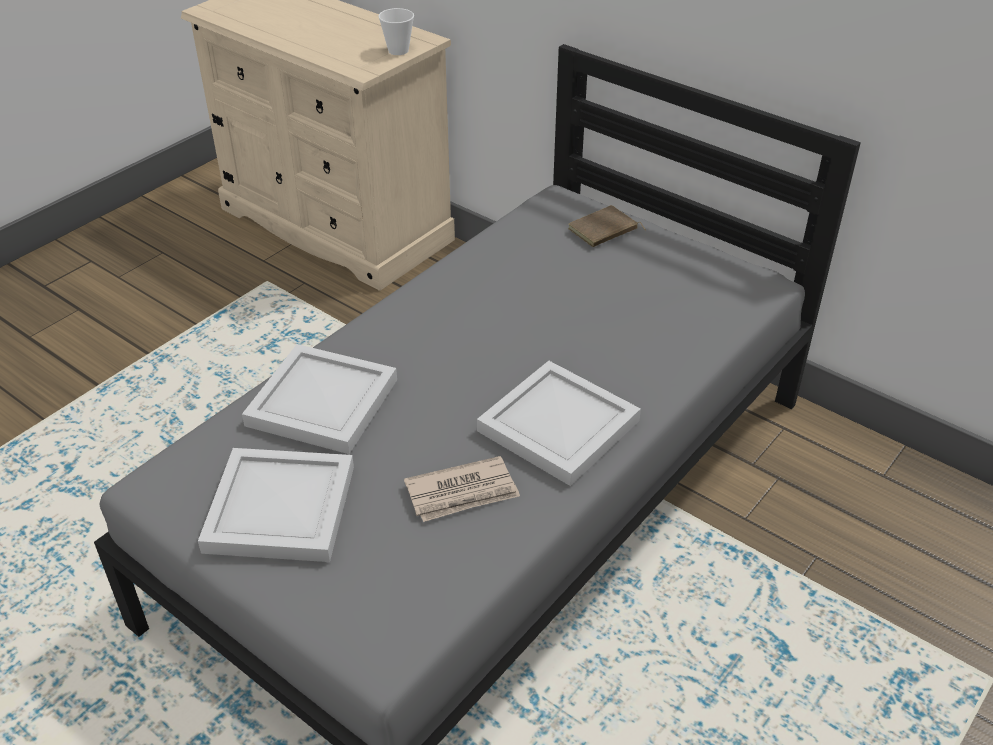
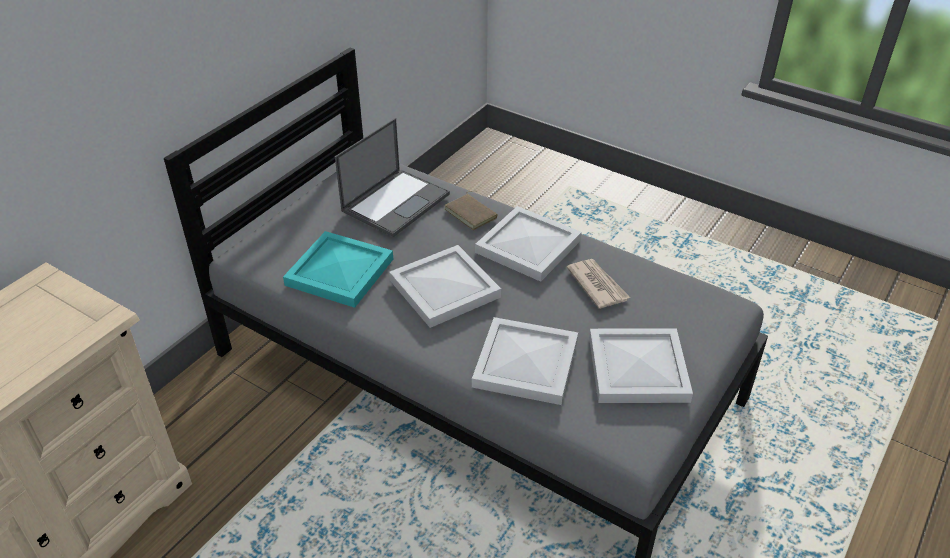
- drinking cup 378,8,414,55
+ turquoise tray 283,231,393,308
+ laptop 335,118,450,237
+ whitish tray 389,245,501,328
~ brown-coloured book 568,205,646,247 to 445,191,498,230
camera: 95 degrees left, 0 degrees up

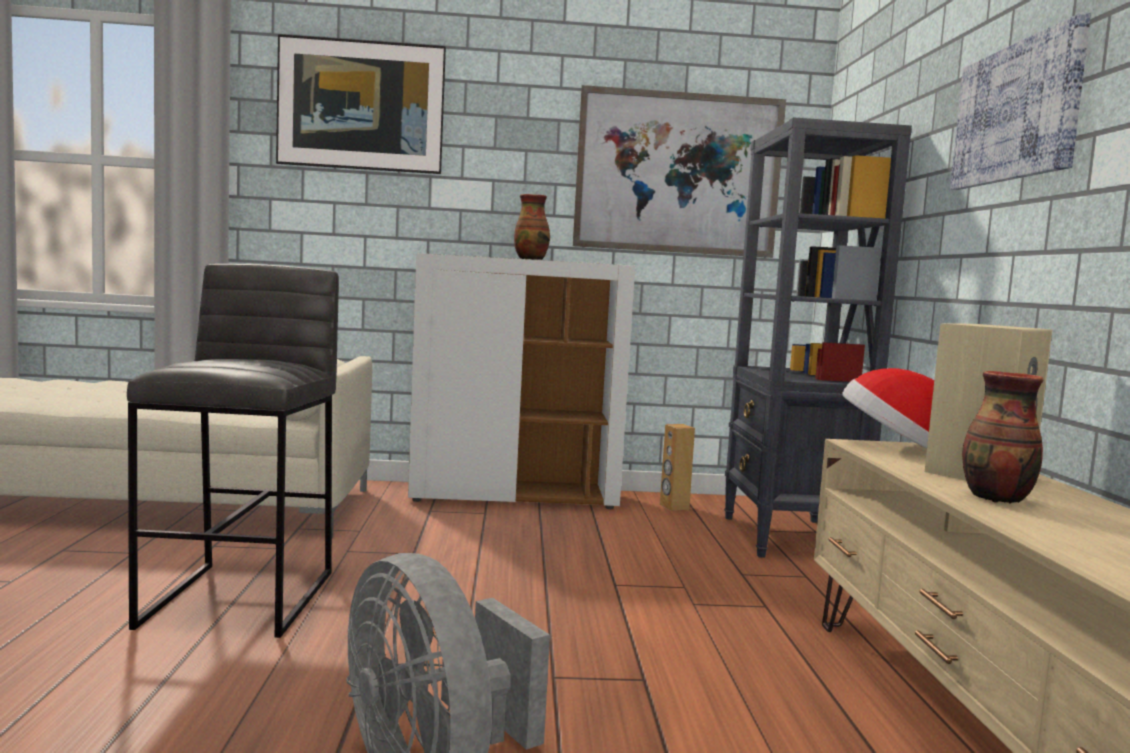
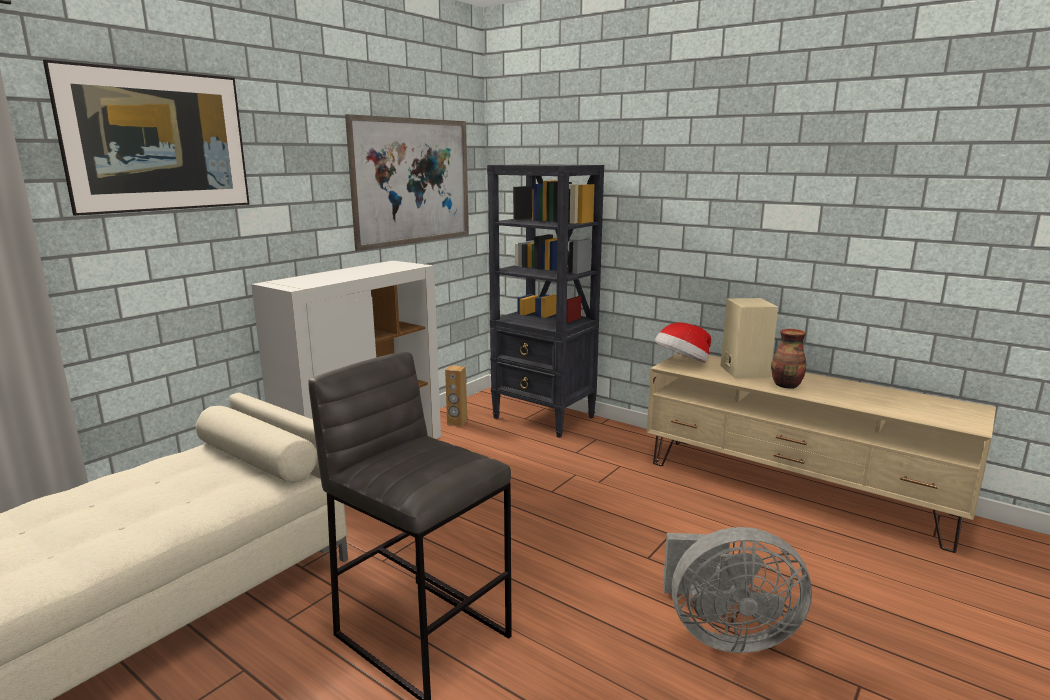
- vase 514,194,550,260
- picture 950,12,1091,190
camera: 50 degrees left, 10 degrees up

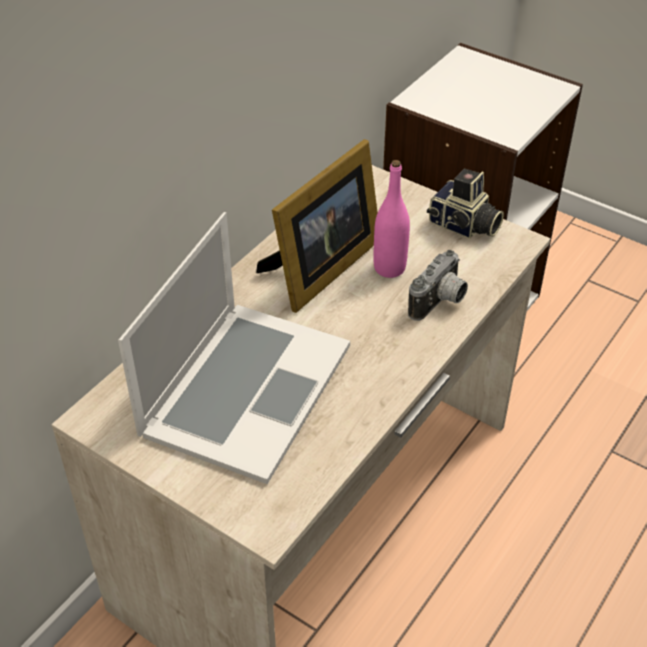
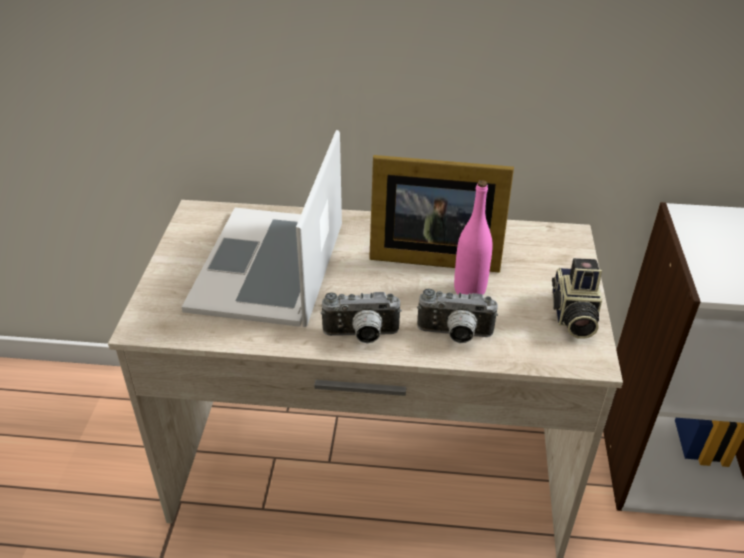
+ still camera 321,292,402,343
~ laptop 118,212,350,484 = 182,130,342,327 105 degrees clockwise
camera: 60 degrees right, 5 degrees down

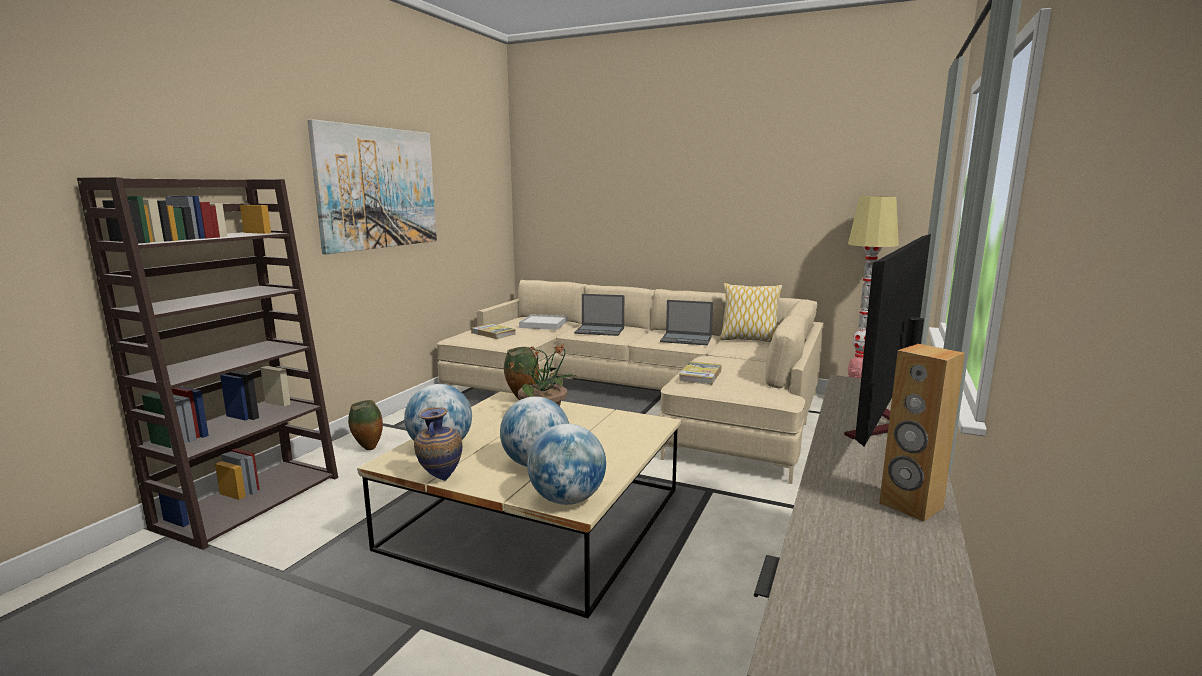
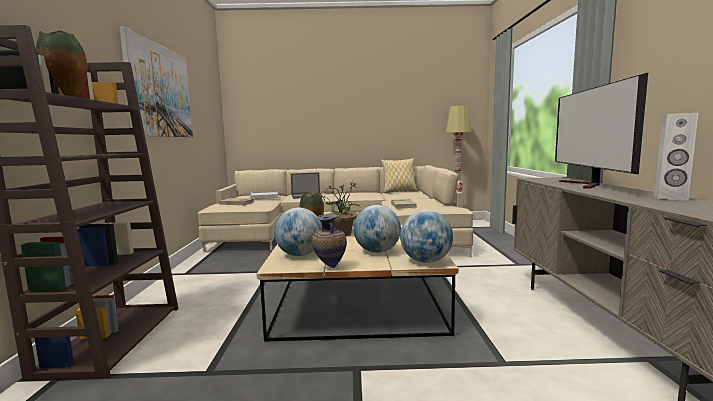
- laptop 660,300,713,345
~ vase 348,400,383,450 to 36,30,87,97
~ brown-coloured loudspeaker 879,344,965,522 to whitish loudspeaker 654,113,698,200
camera: 25 degrees left, 5 degrees down

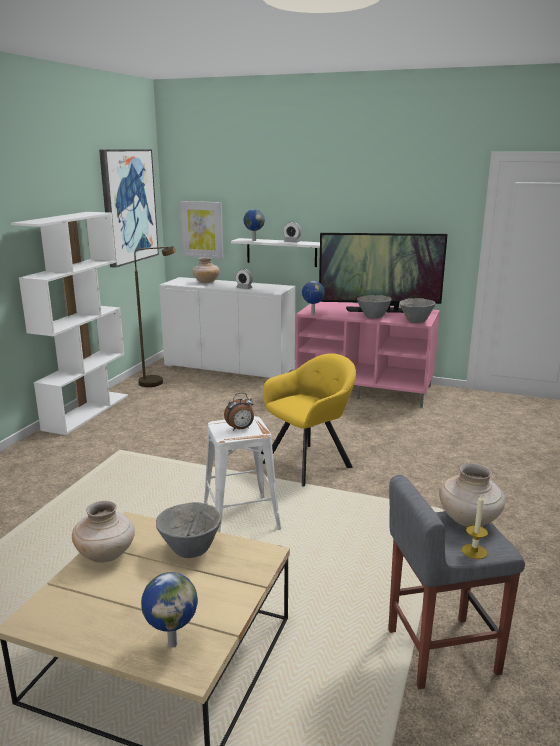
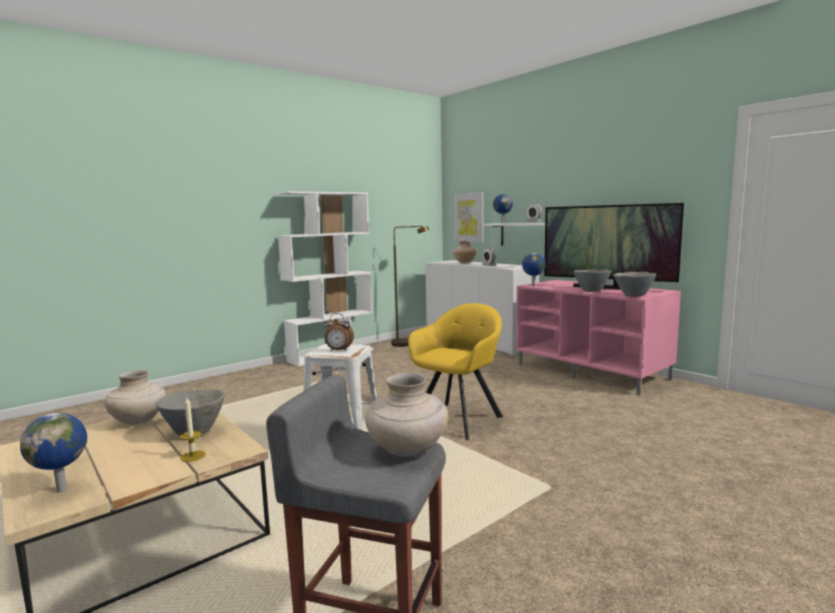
- picture 99,149,159,268
~ wax candle 462,493,488,559 to 180,398,206,462
~ yellow-coloured lounge chair 263,353,356,486 = 408,303,503,440 45 degrees counterclockwise
camera: 30 degrees right, 10 degrees down

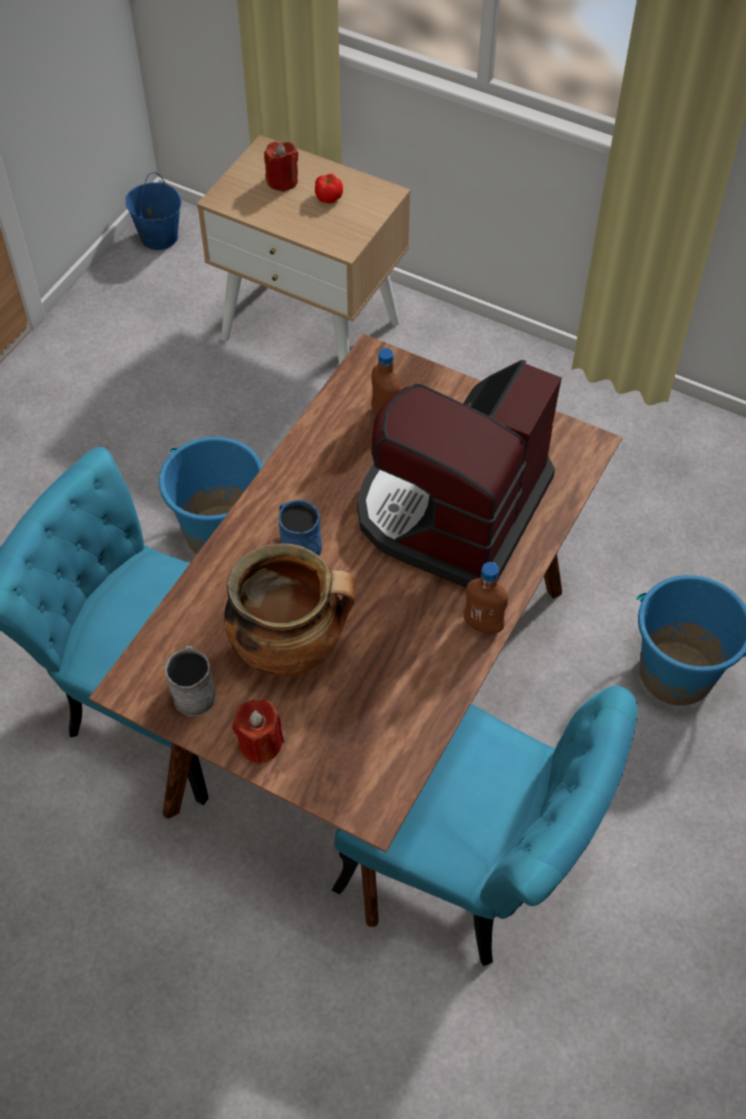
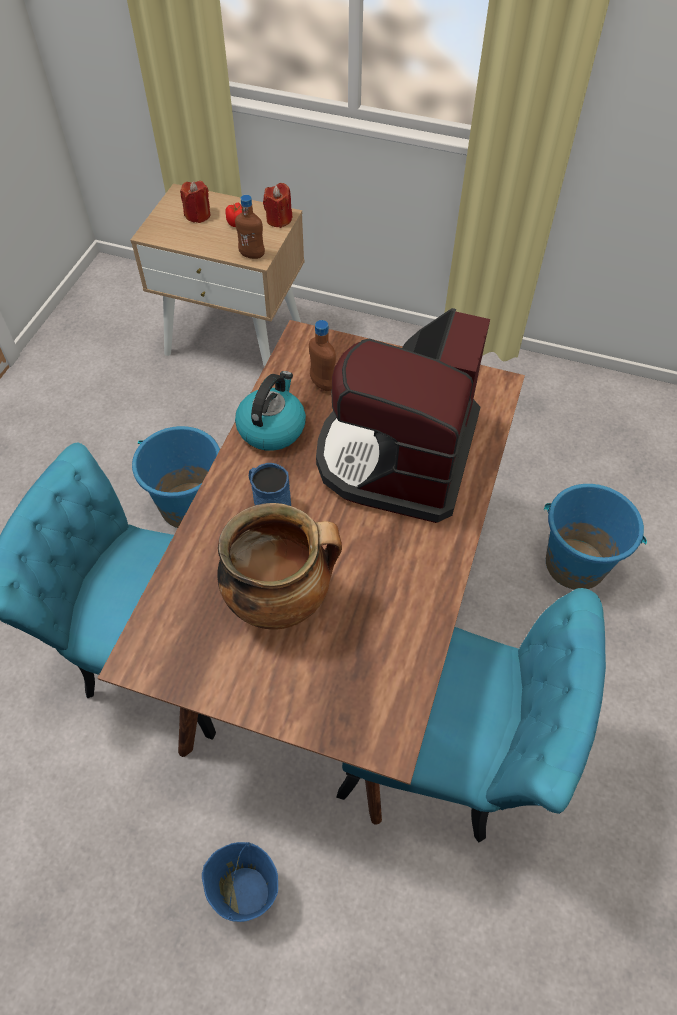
- gray mug 165,645,216,716
+ tea kettle 235,371,306,451
~ blue bucket 126,172,182,250 to 202,842,278,922
~ reddish wax candle 232,699,284,765 to 263,183,292,228
~ brown-coloured beverage bottle 464,562,508,634 to 235,195,265,259
camera: 10 degrees left, 0 degrees up

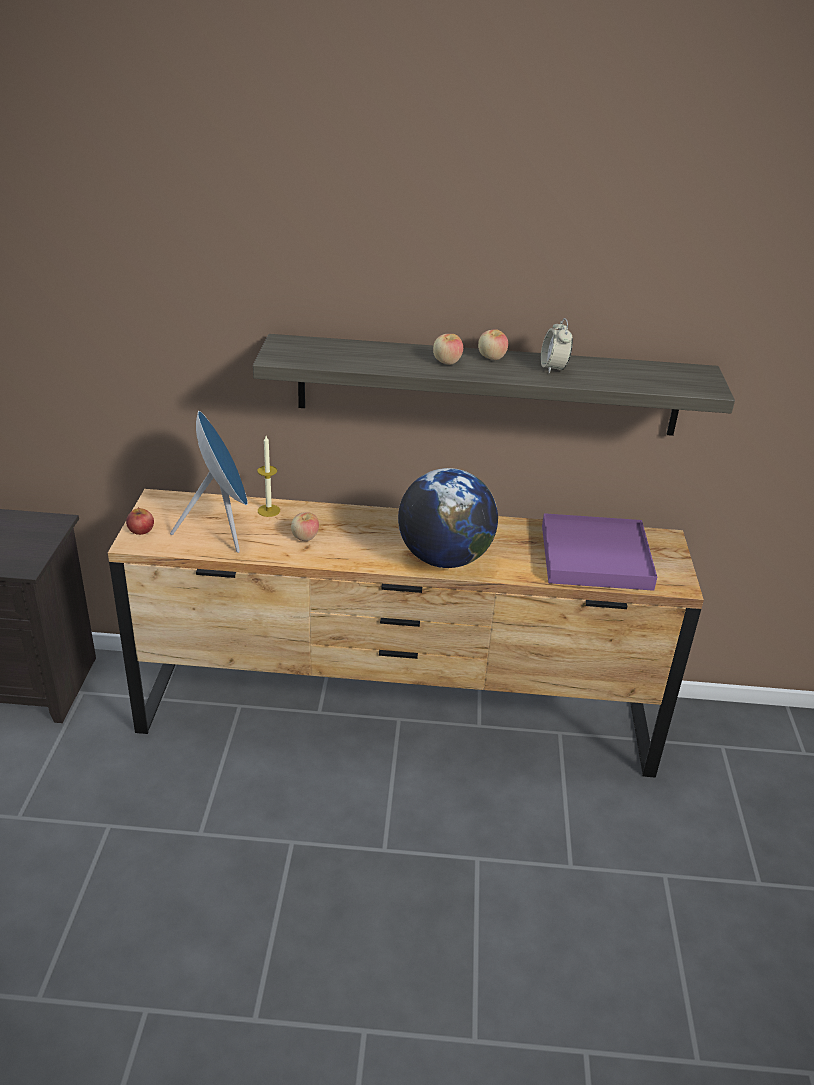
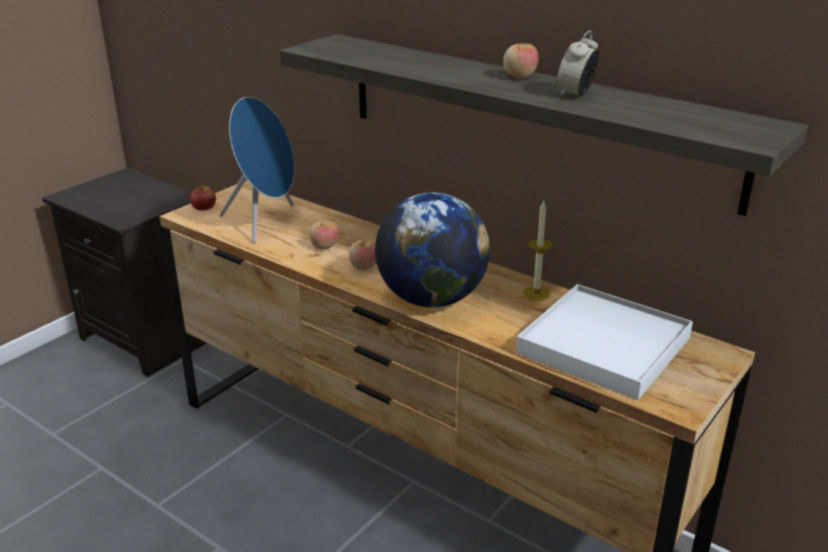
~ wax candle 258,436,280,517 to 523,201,552,301
~ apple fruit 433,334,463,365 to 349,239,376,271
~ purplish tray 542,513,657,591 to whitish tray 516,284,693,400
camera: 35 degrees right, 5 degrees down

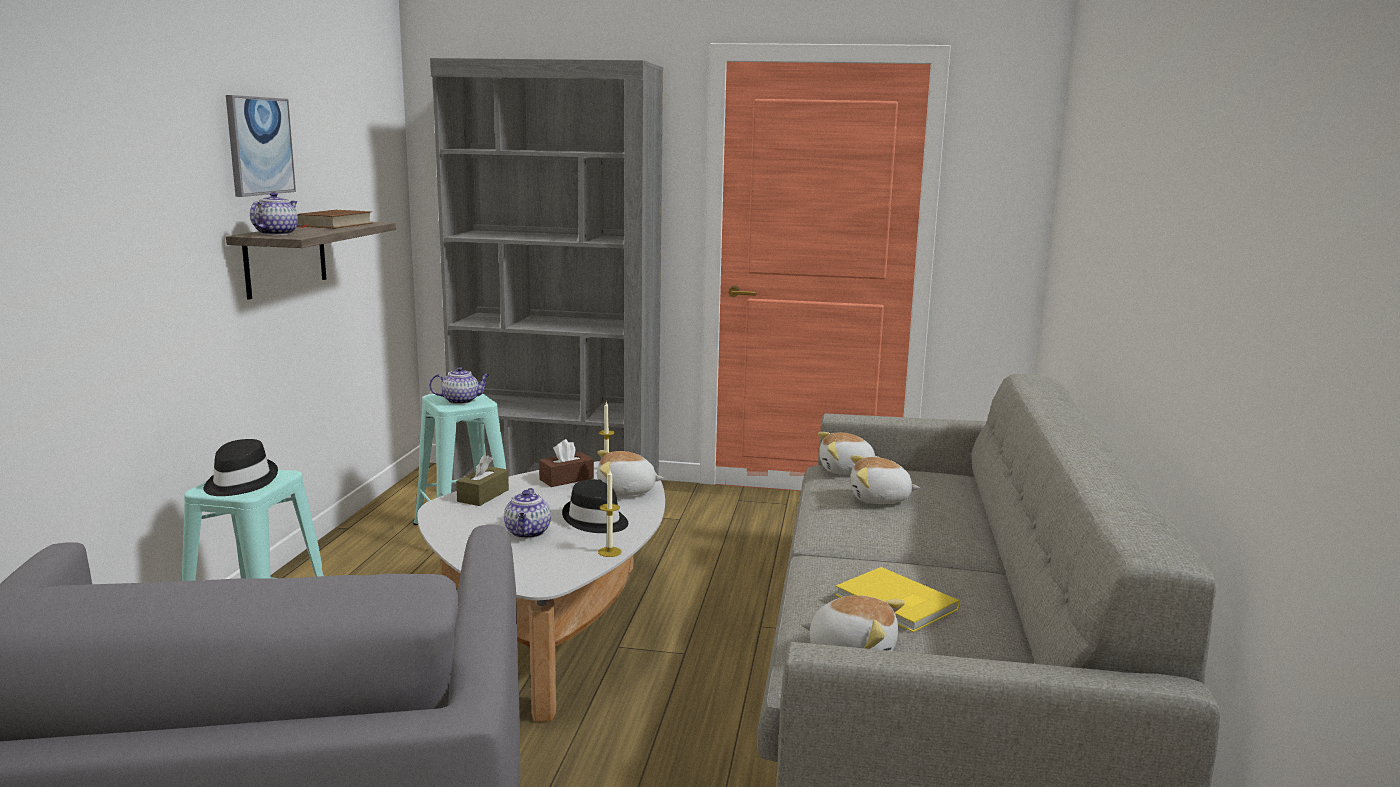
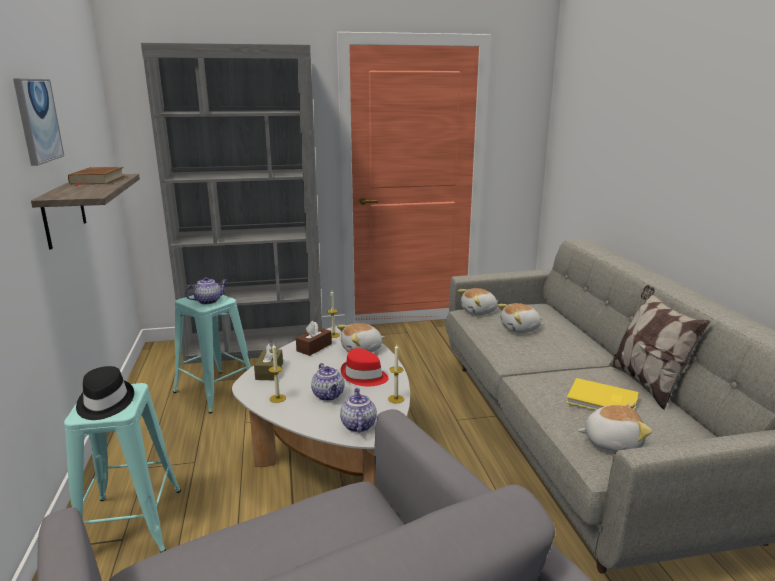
+ wax candle 269,344,286,403
+ cushion 609,285,710,410
~ tea pot 250,192,298,235 to 340,388,377,432
~ black hat 562,479,628,533 to reddish hat 341,348,389,386
camera: 20 degrees left, 5 degrees up

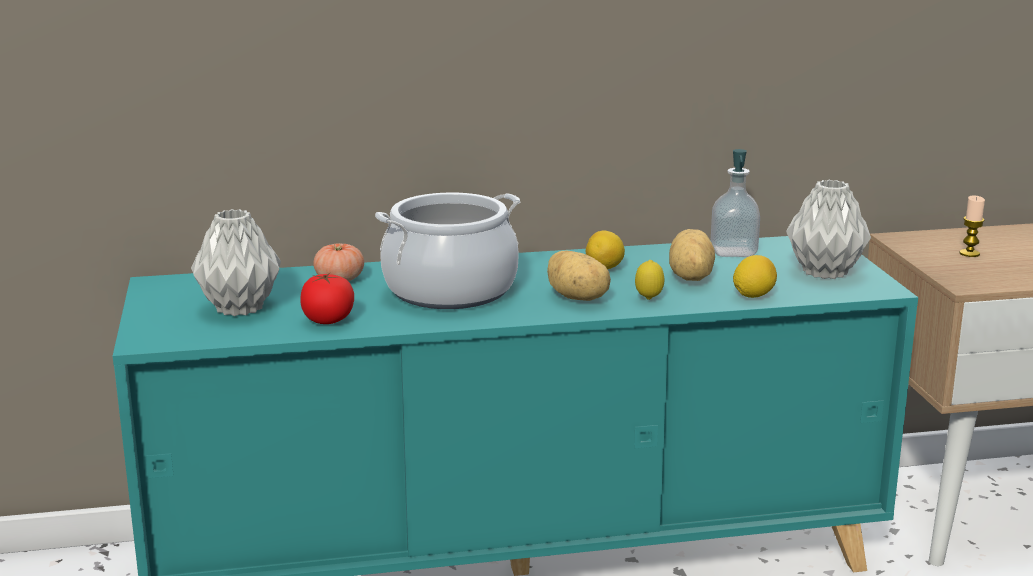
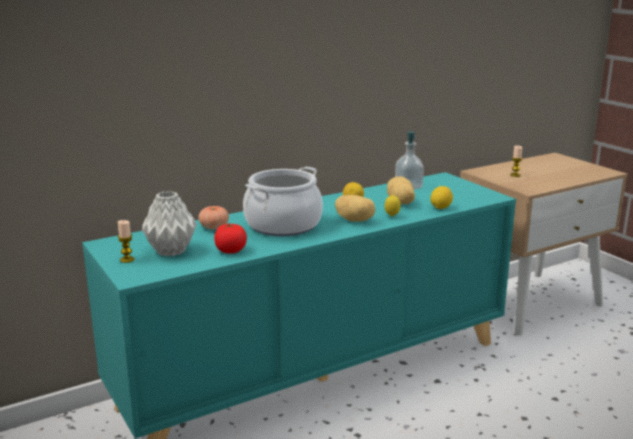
- gray vase 786,180,871,279
+ wax candle 118,220,134,263
camera: 20 degrees left, 0 degrees up

